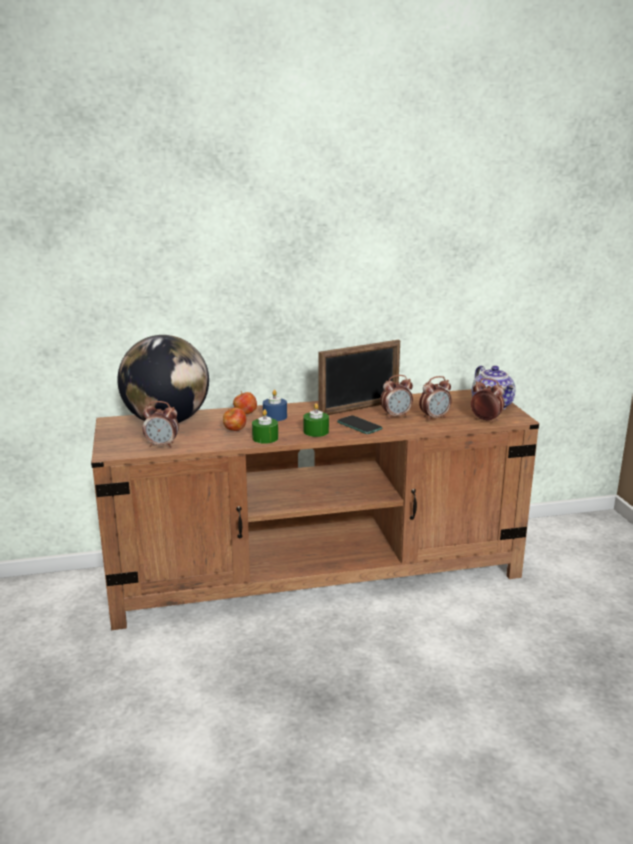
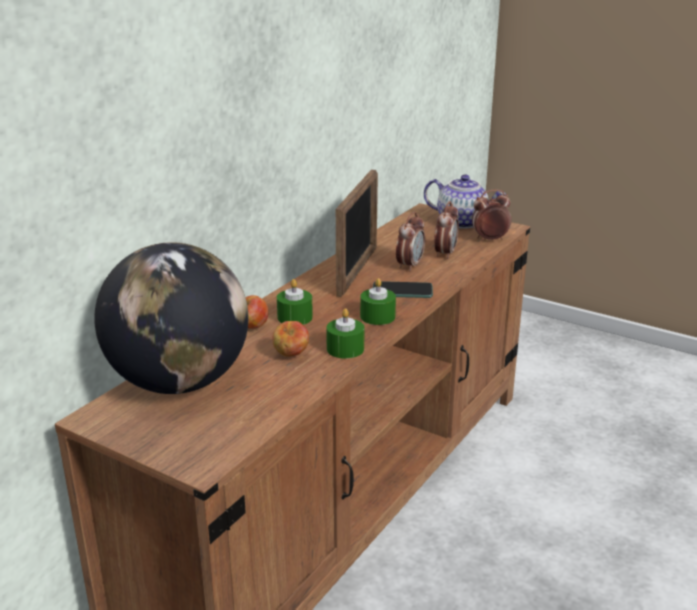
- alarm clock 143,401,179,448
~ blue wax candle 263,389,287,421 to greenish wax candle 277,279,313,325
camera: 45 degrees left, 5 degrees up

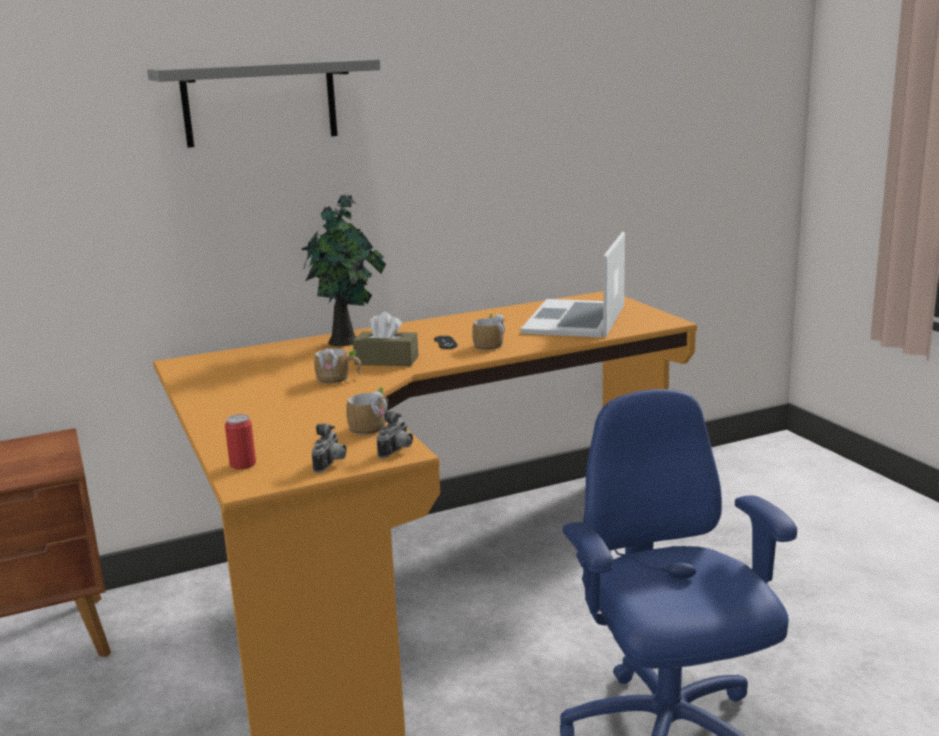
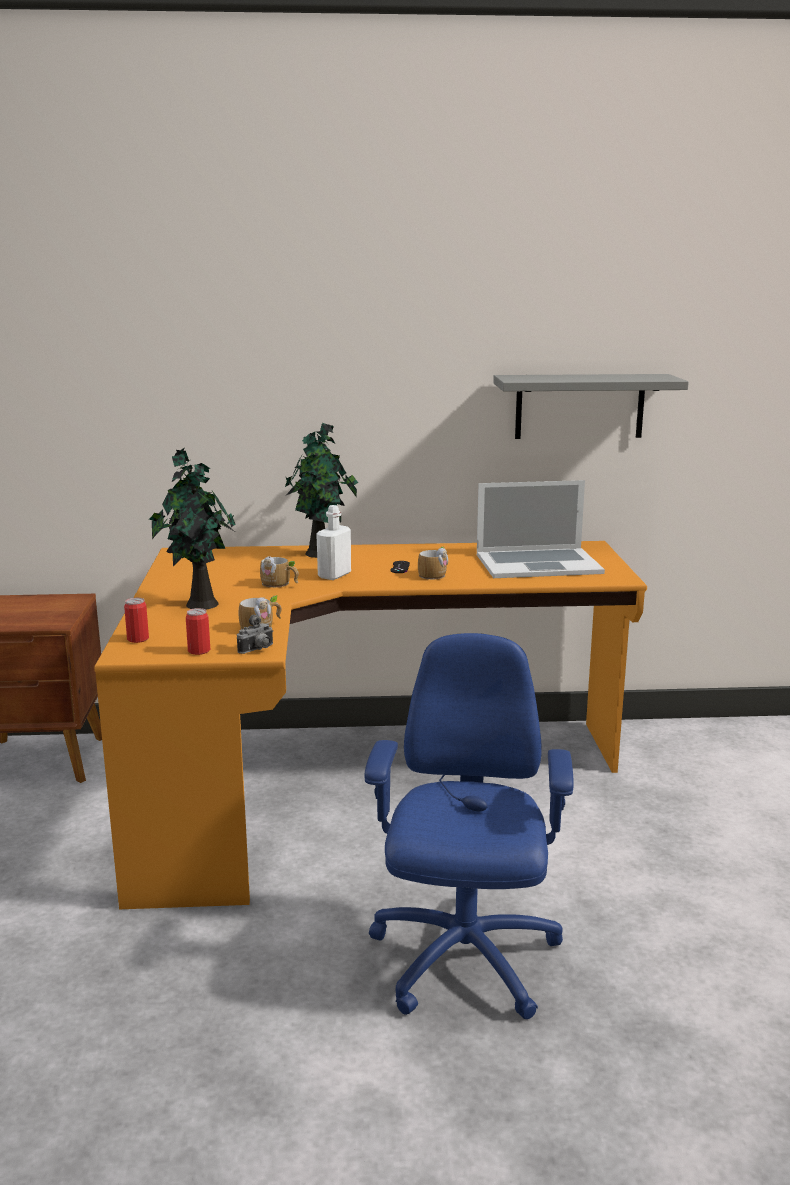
+ plant in a pot 149,448,236,610
~ gray shelf 147,59,380,148 to 493,374,689,439
~ still camera 312,423,347,473 to sealed can 186,608,210,655
~ brown-coloured tissue holder 353,312,419,366 to whitish beverage bottle 316,505,351,580
~ laptop 521,232,625,337 = 477,480,605,578 135 degrees counterclockwise
camera: 20 degrees right, 0 degrees up

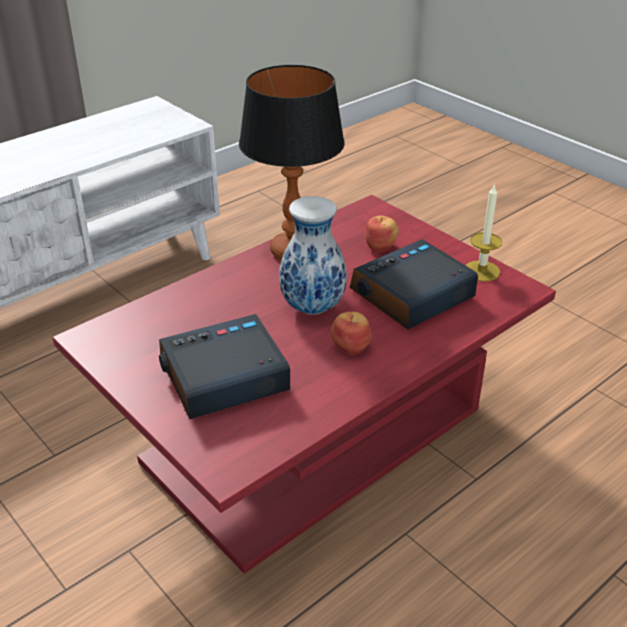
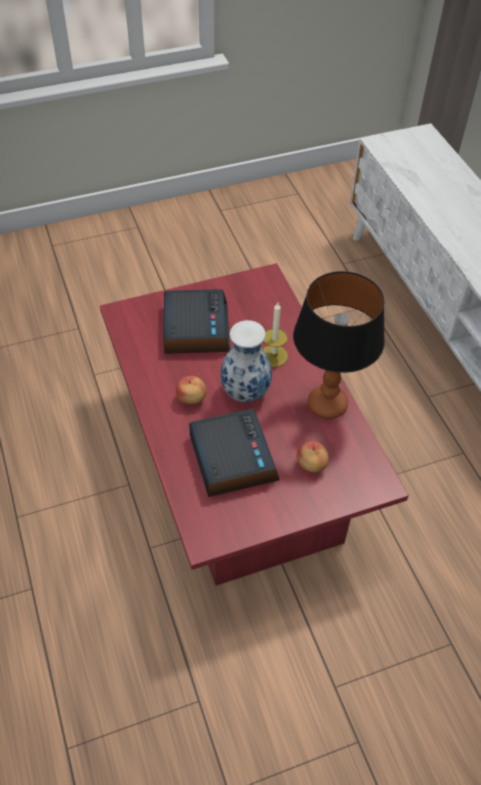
~ wax candle 466,183,502,282 to 263,302,288,367
camera: 110 degrees right, 15 degrees up

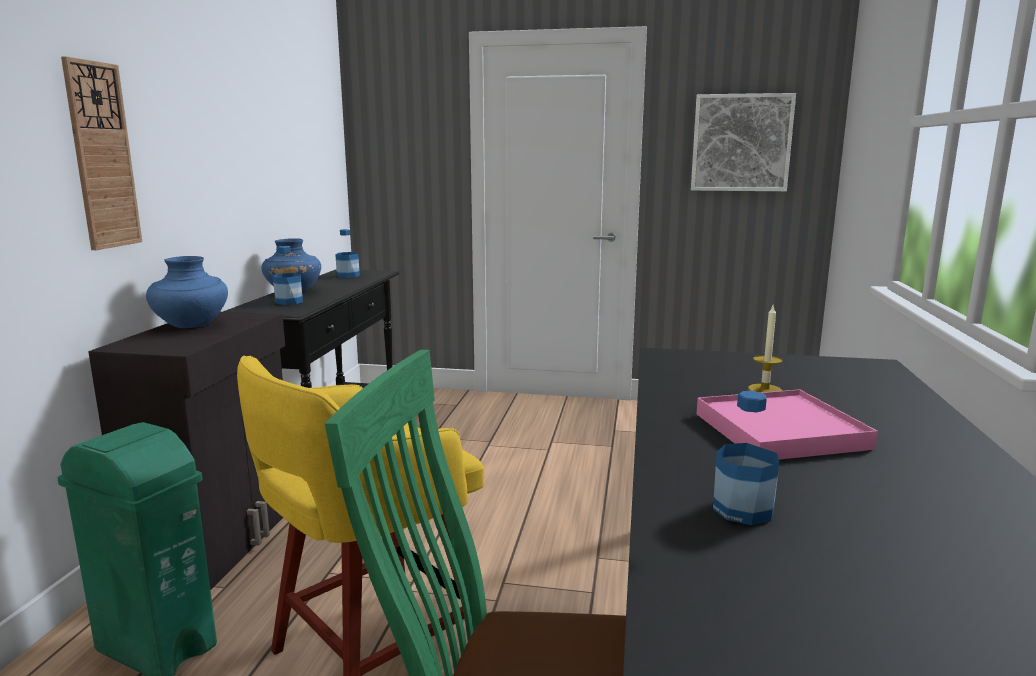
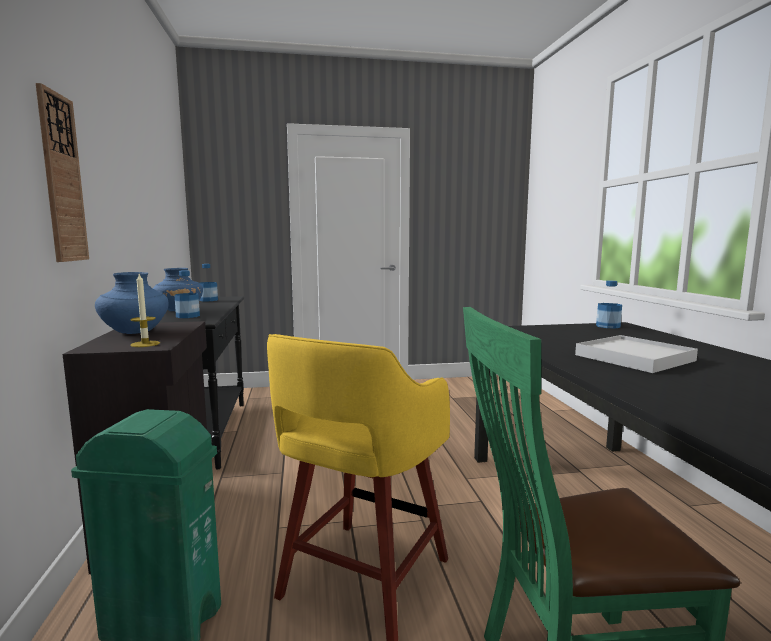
- picture 691,93,796,191
~ beverage bottle 713,391,779,525 to 596,280,622,328
~ wax candle 748,306,783,393 to 130,274,160,347
~ pink tray 697,389,878,460 to whitish tray 575,335,698,373
camera: 20 degrees left, 5 degrees down

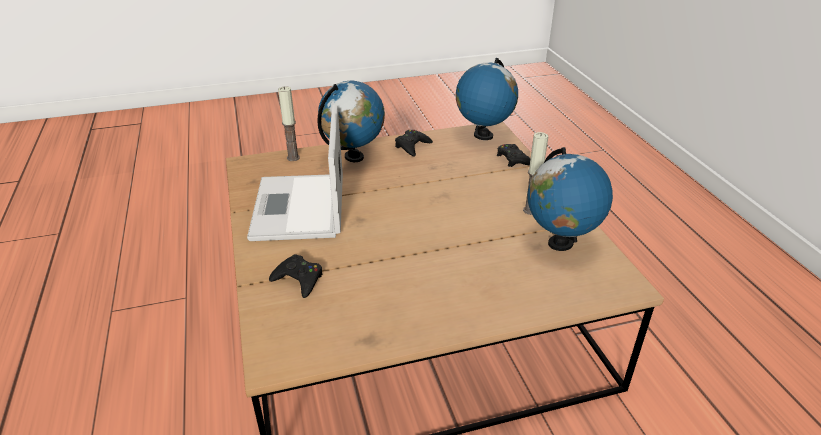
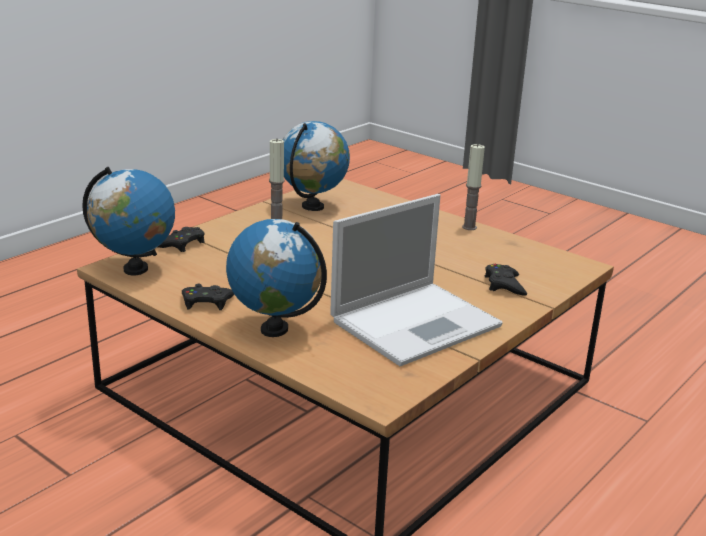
~ wax candle 278,86,300,161 to 462,144,485,230
camera: 125 degrees left, 10 degrees down

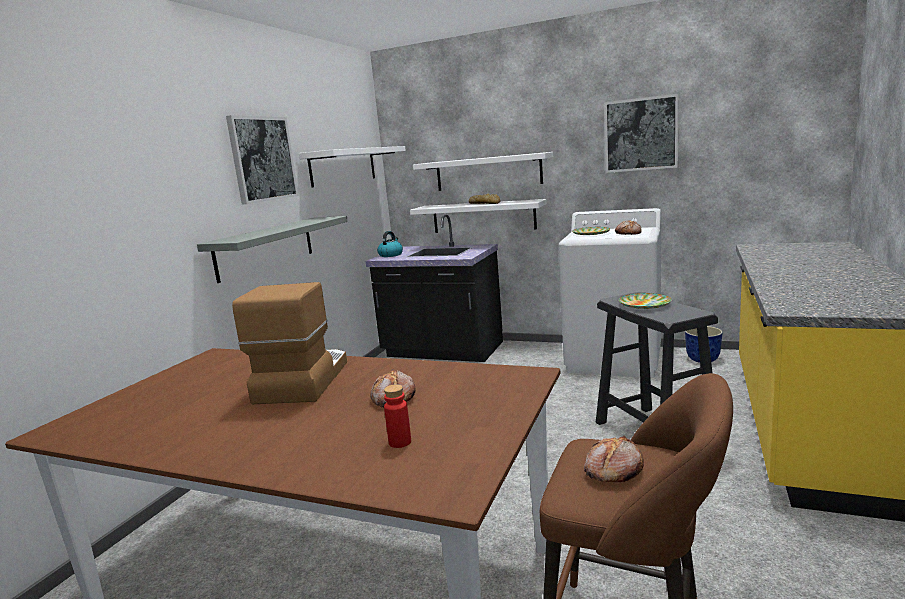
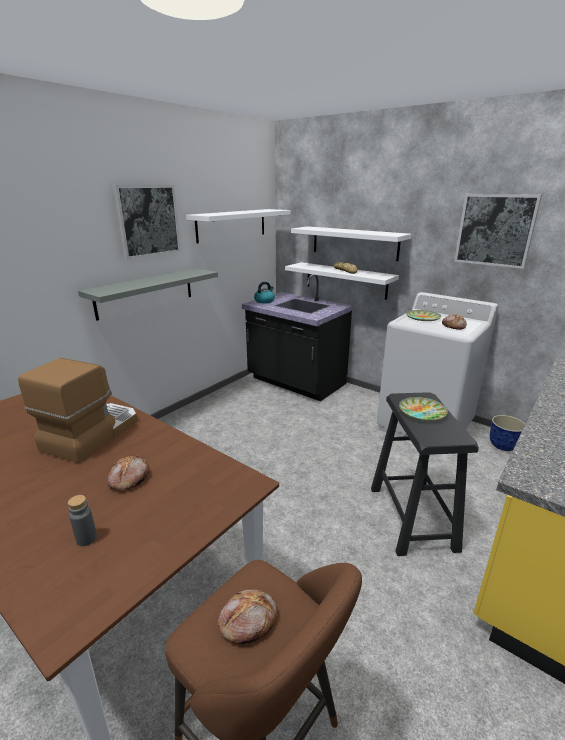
~ reddish beverage bottle 384,384,411,448 to gray beverage bottle 68,495,97,546
camera: 15 degrees right, 10 degrees up

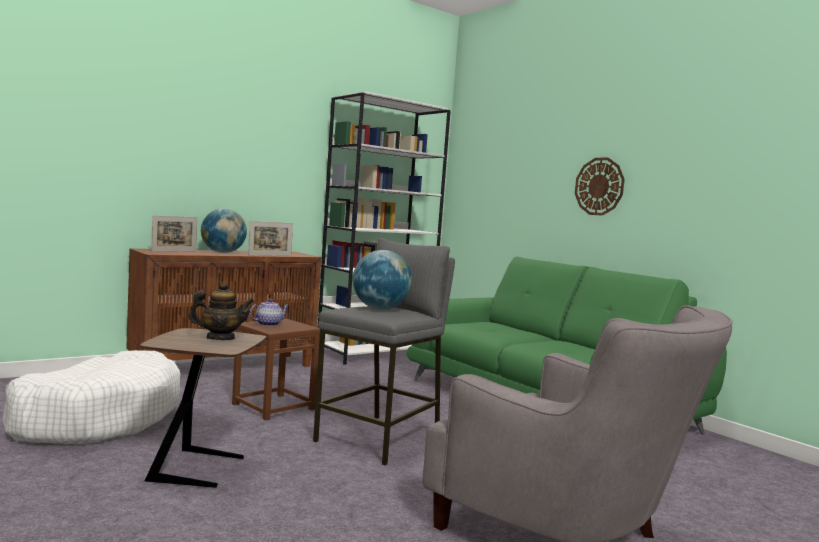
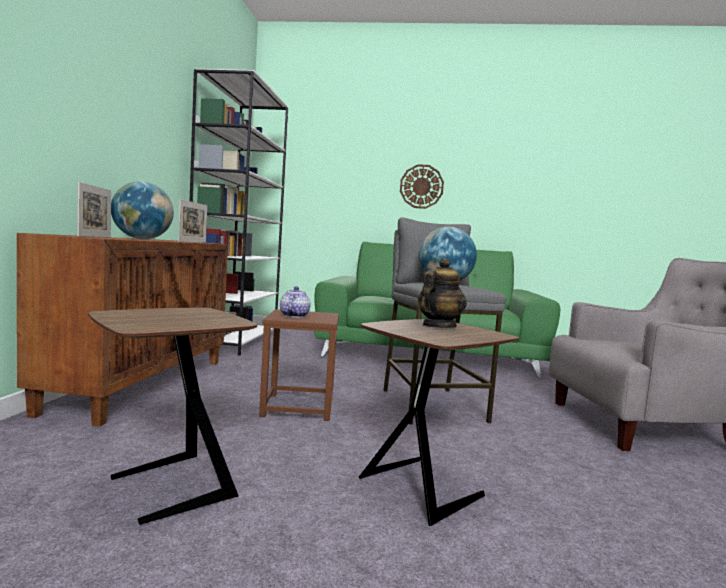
~ whitish dog bed 3,350,181,444 to brown-coloured side table 88,308,257,525
camera: 45 degrees left, 0 degrees up

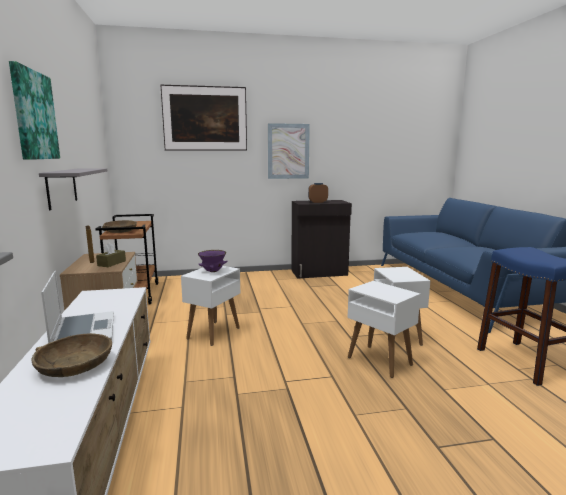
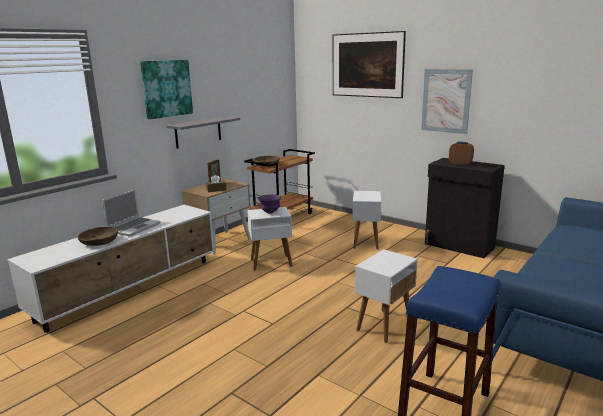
~ whitish side table 348,281,420,378 to 352,191,382,249
camera: 50 degrees right, 5 degrees up

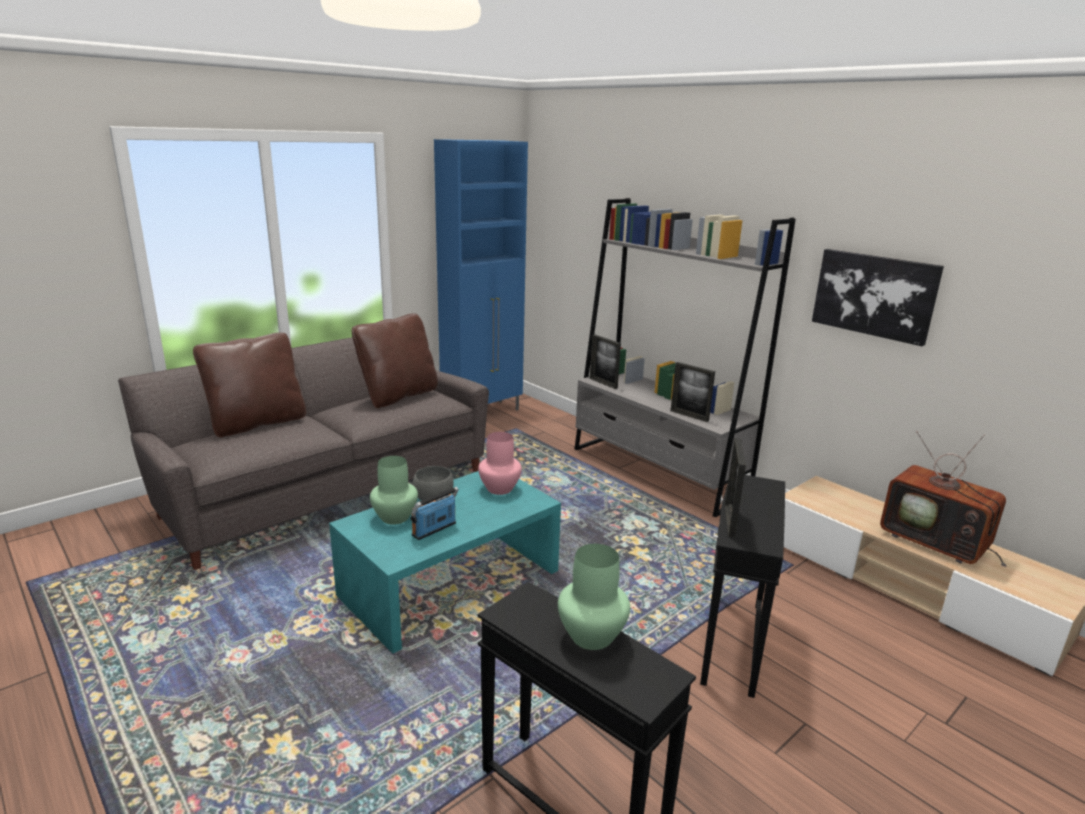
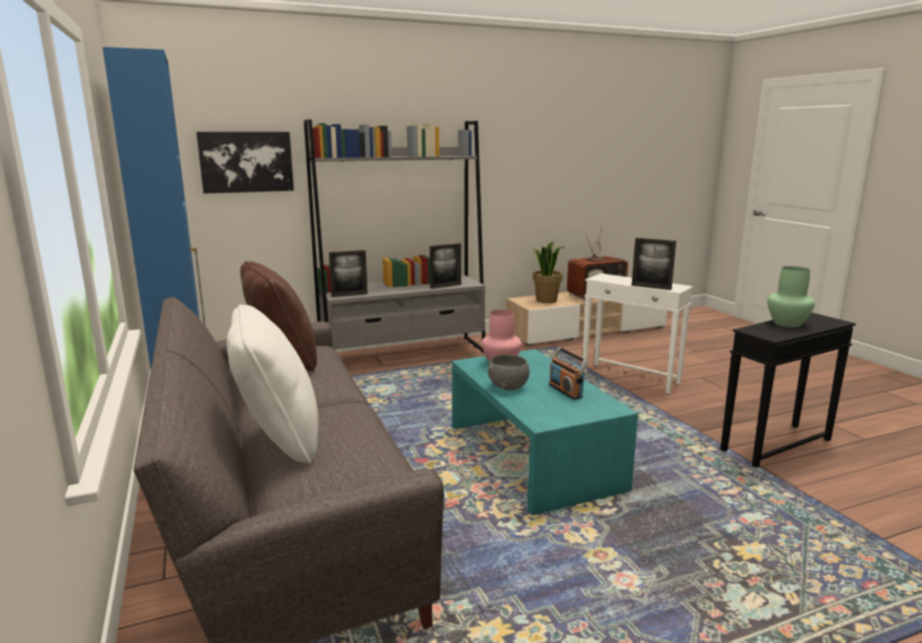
- greenish vase 370,456,418,525
+ plant in a pot 533,241,565,303
~ picture 812,249,944,346 to 196,132,294,194
~ brown-coloured cushion 193,333,306,437 to whitish cushion 227,304,318,464
~ black side table 700,475,785,698 to whitish side table 582,273,693,393
camera: 70 degrees left, 5 degrees down

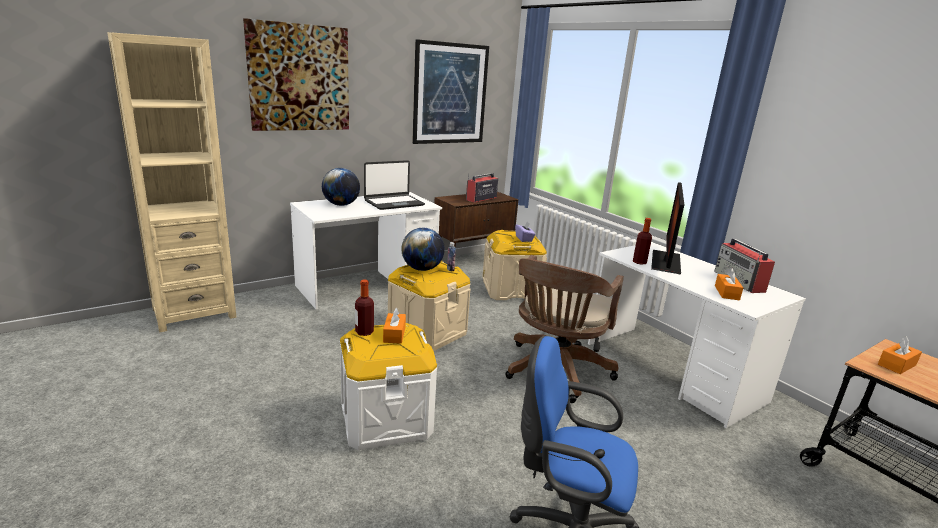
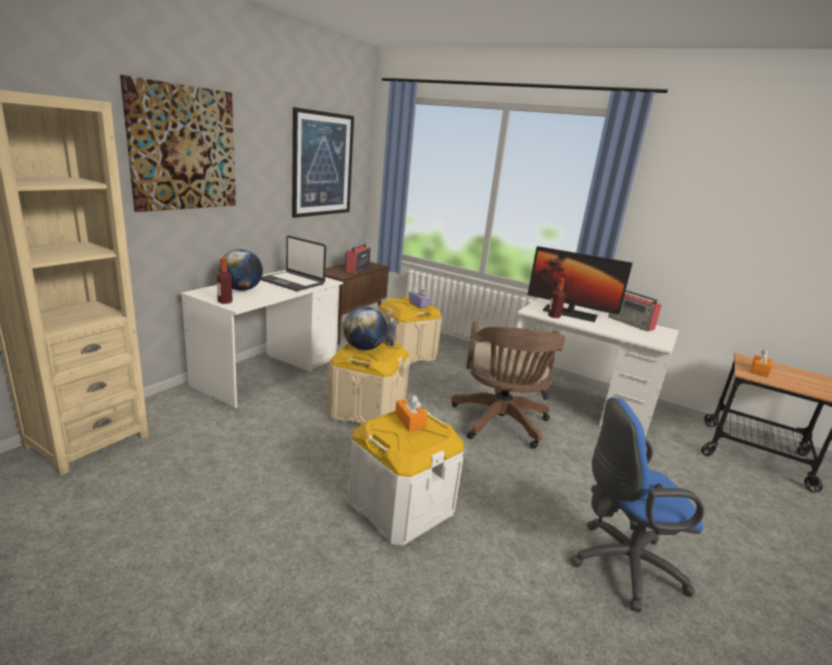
- orange tissue holder 715,267,743,300
~ beverage bottle 355,279,374,336 to 217,258,232,304
~ laptop 364,160,425,210 = 261,235,326,291 90 degrees clockwise
~ monitor 651,182,684,274 = 528,246,633,322 60 degrees counterclockwise
camera: 25 degrees left, 0 degrees up

